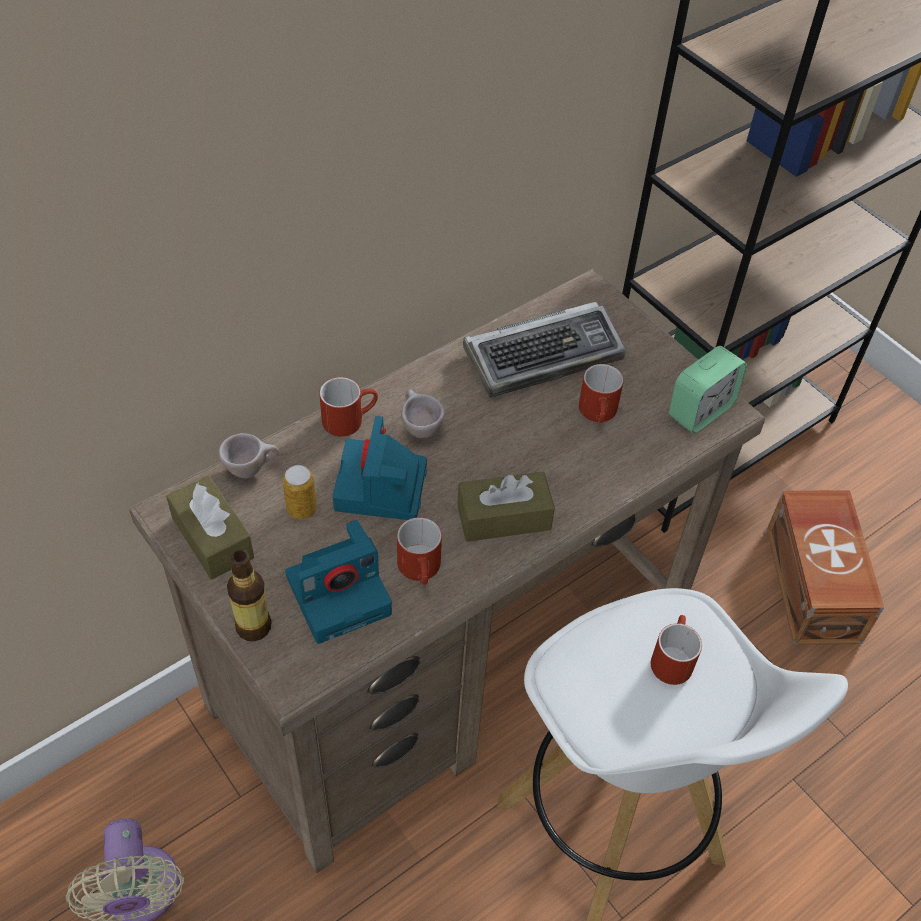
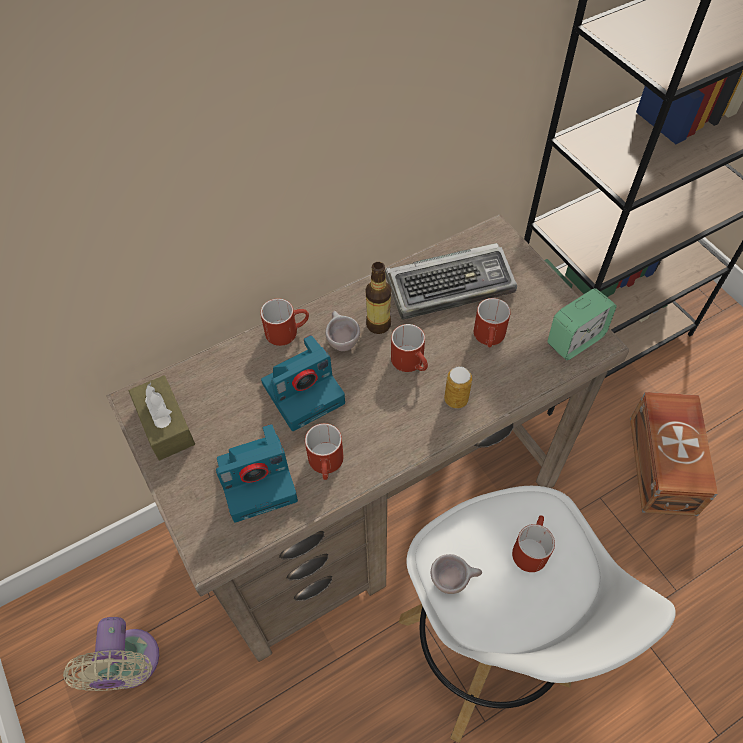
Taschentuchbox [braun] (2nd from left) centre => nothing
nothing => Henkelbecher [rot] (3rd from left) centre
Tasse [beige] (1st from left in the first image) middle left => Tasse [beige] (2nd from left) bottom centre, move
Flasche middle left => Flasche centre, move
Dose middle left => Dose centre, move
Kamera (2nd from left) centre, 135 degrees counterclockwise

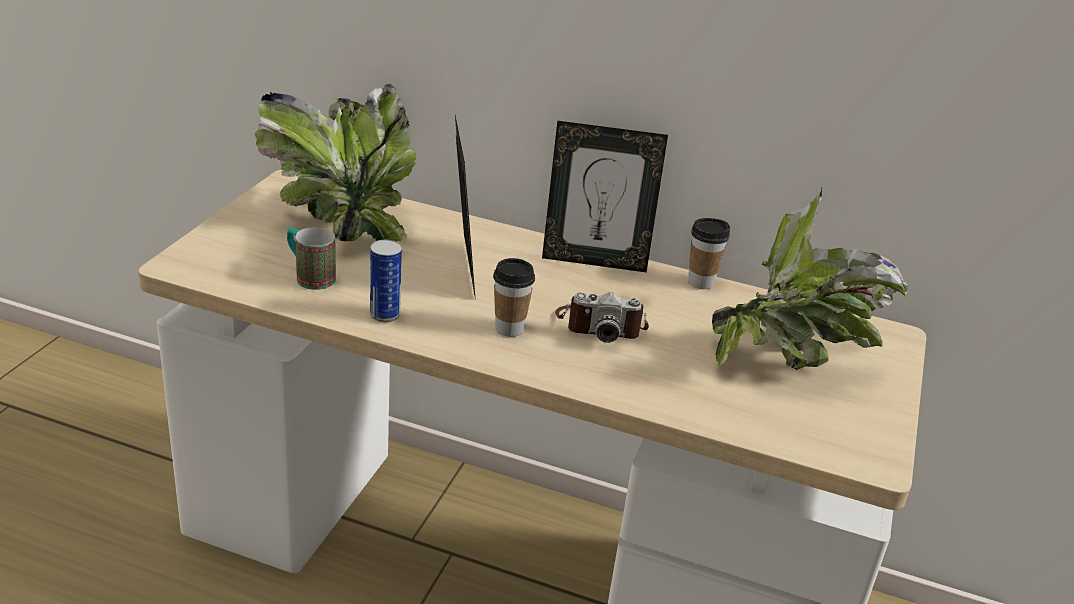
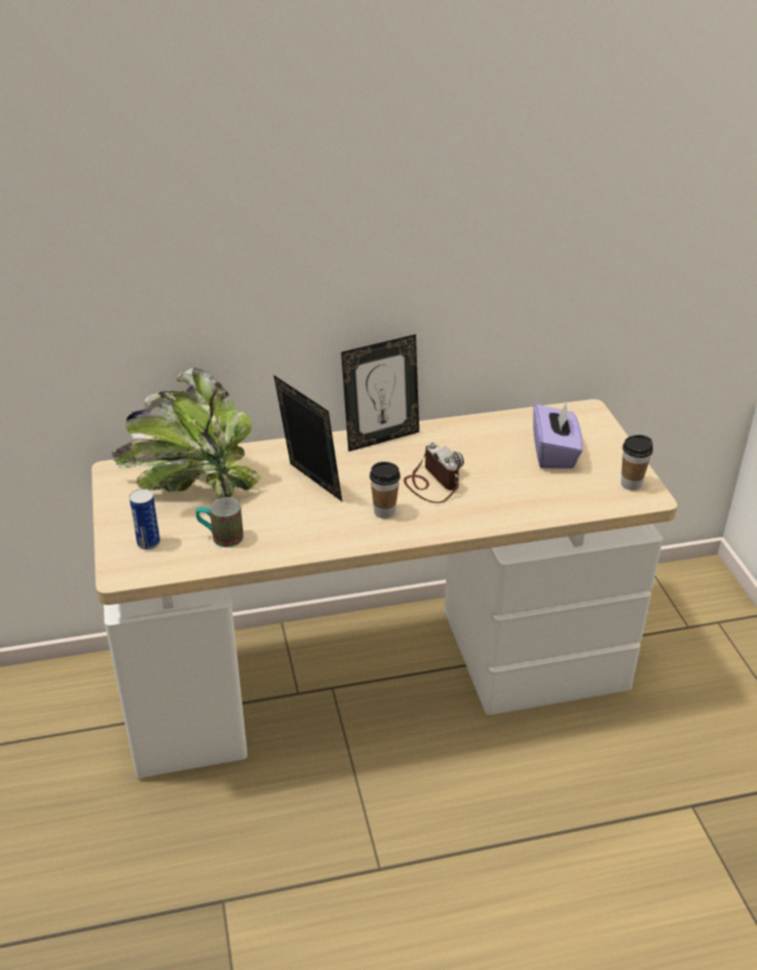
Dose centre => Dose middle left, move
Tasse (2nd from left) centre => Tasse (2nd from left) middle right, move
Topfpflanze (2nd from left) middle right => Taschentuchbox [lila] middle right
Kamera centre, 90 degrees counterclockwise

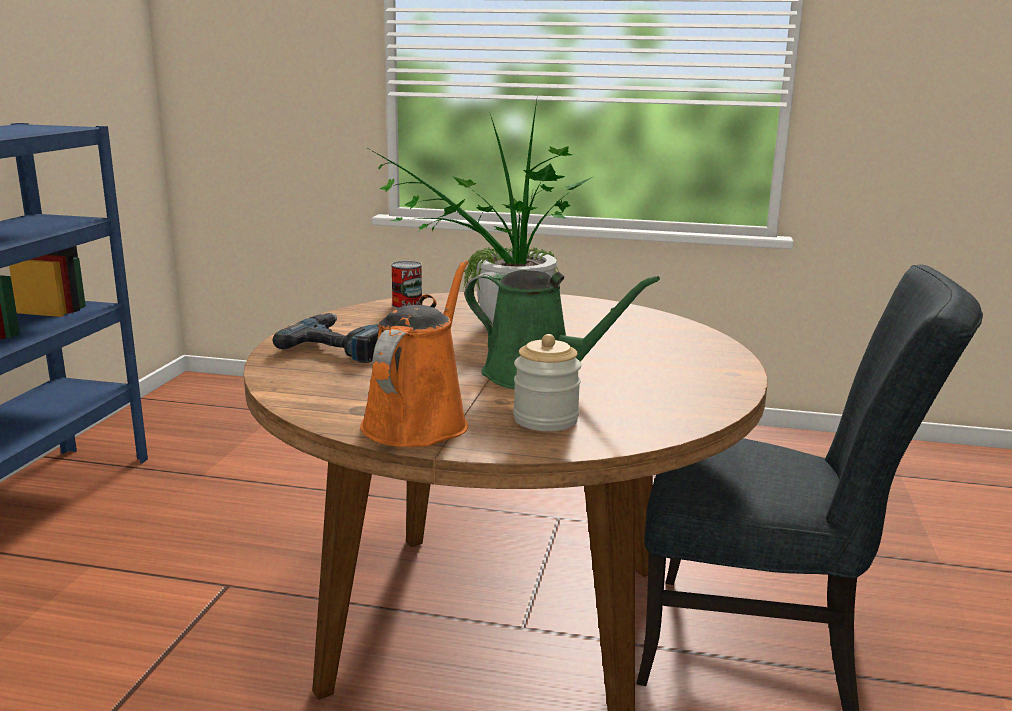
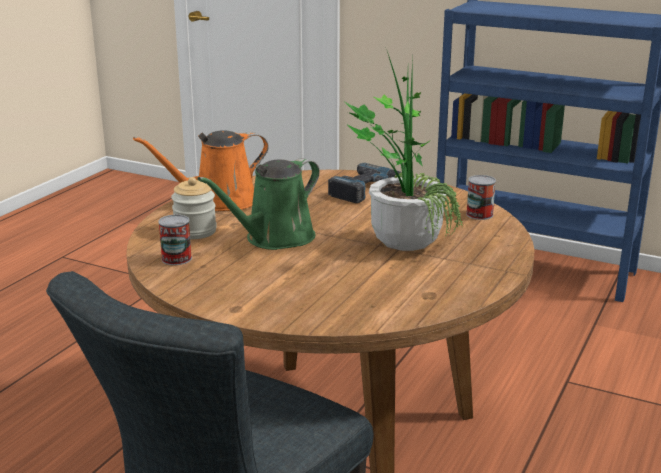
nothing => Dose (1st from left) middle left
Gießkanne [orange] centre => Gießkanne [orange] middle left, 120 degrees clockwise

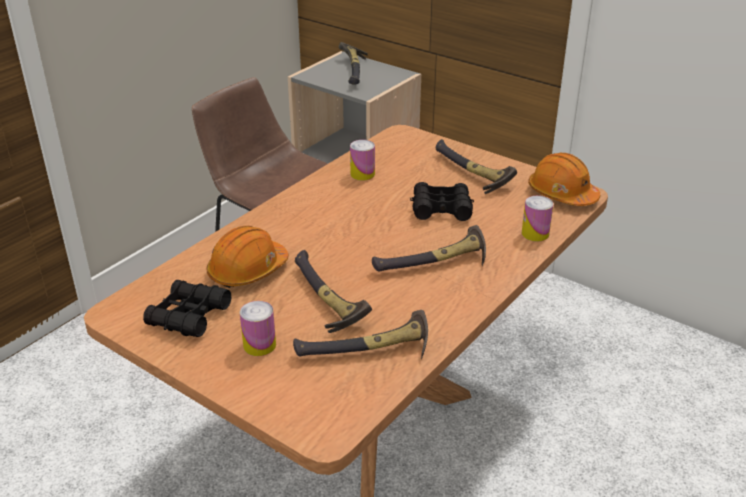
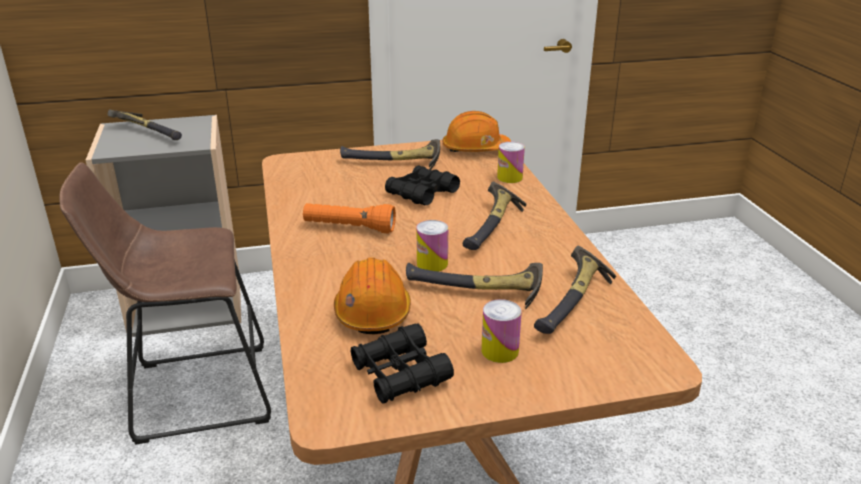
nothing => Taschenlampe [orange] centre
Dose (2nd from left in the first image) top centre => Dose (1st from left) centre, move

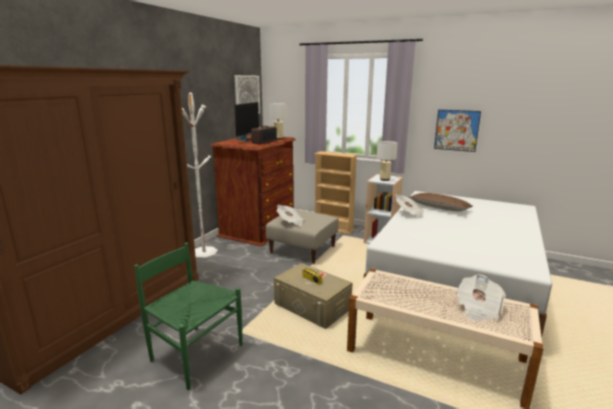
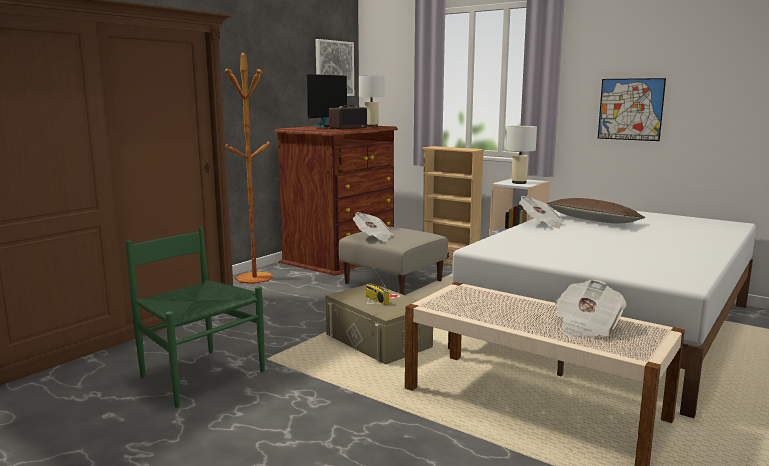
Kleiderständer [weiß] middle left => Kleiderständer [orange] middle left

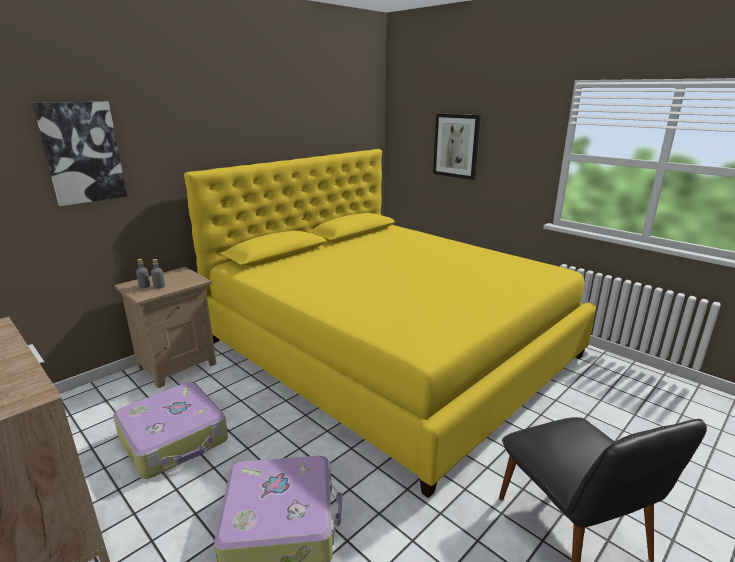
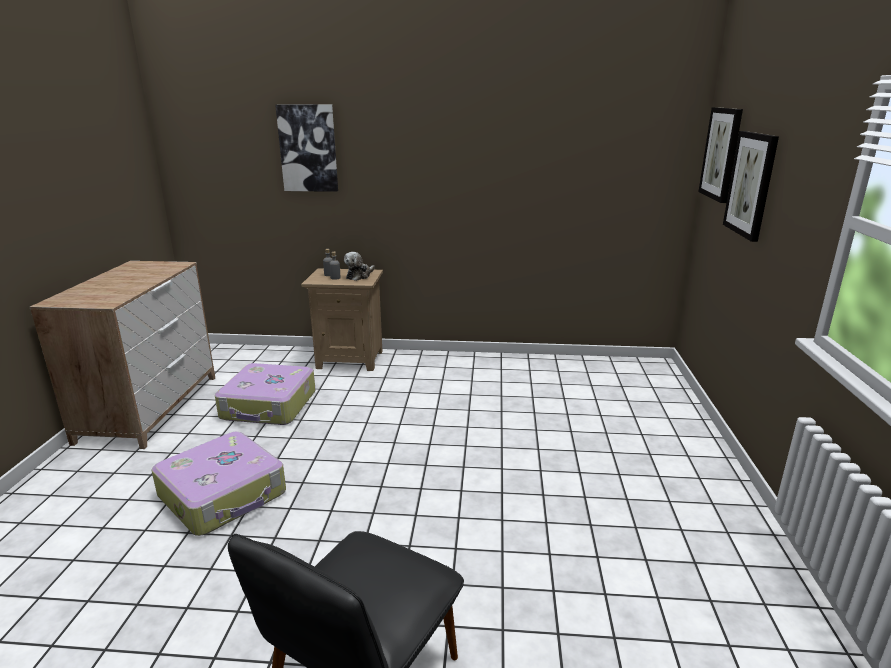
Bett [gelb] centre => nothing
nothing => Plüschtier centre
nothing => Bild (2nd from left) top right

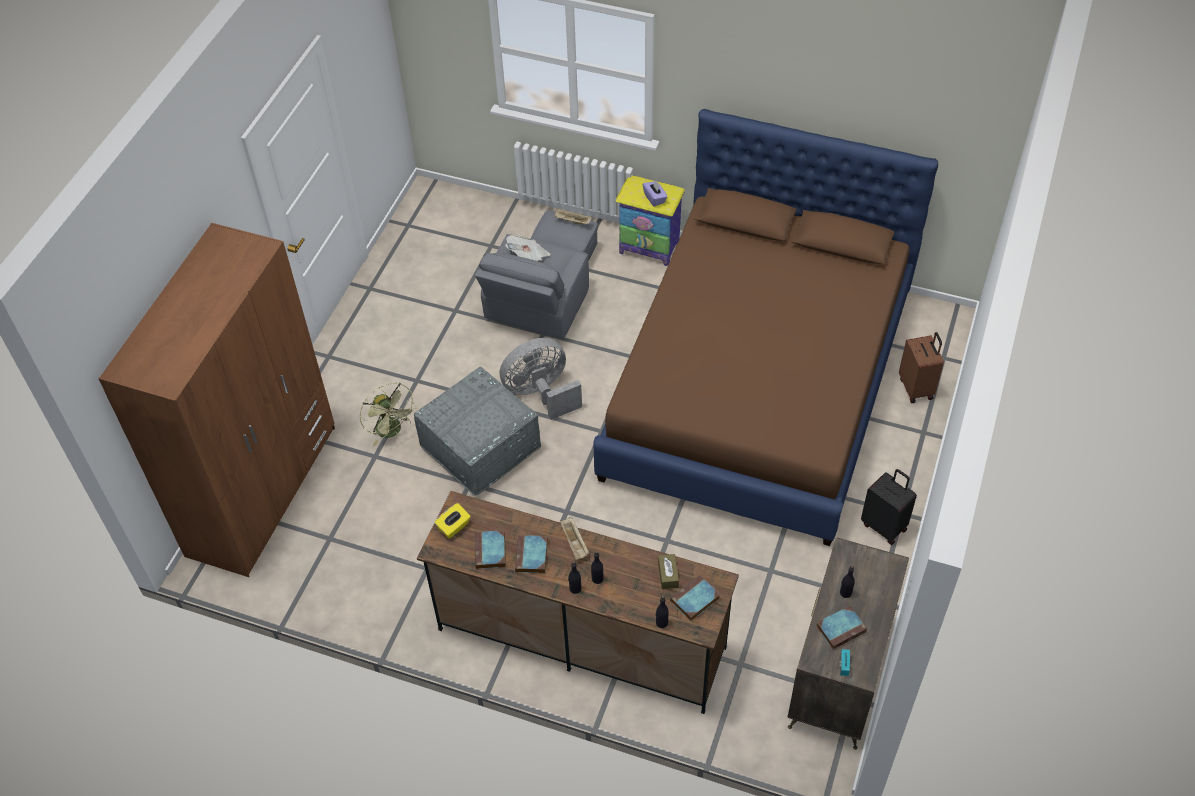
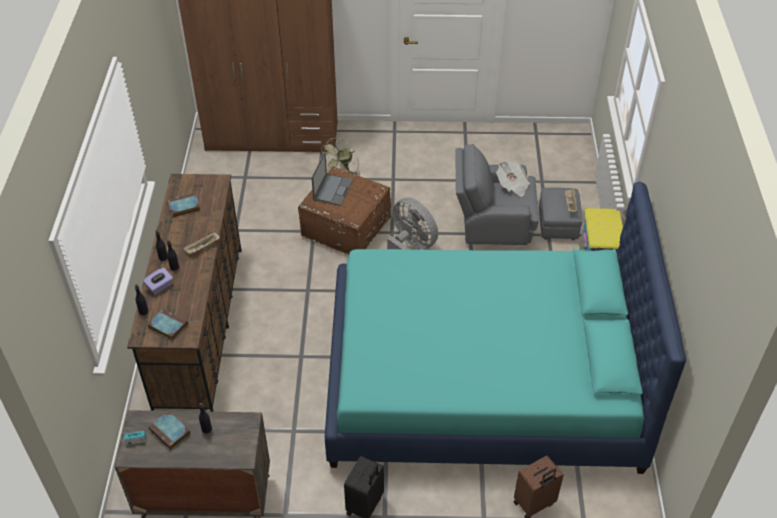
Taschentuchbox [gelb] centre => nothing
Buch (2nd from left) bottom centre => nothing
Taschentuchbox [braun] bottom centre => nothing
nothing => Laptop centre
Taschentuchbox [lila] top centre => Taschentuchbox [lila] middle left, move
Polsterhocker [grau] centre => Polsterhocker [braun] centre
Bett [braun] centre => Bett [türkis] centre

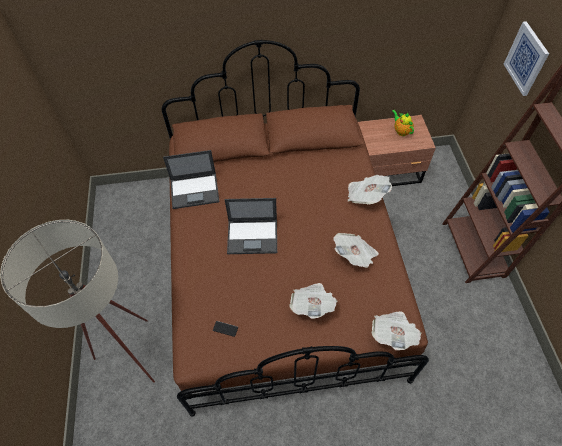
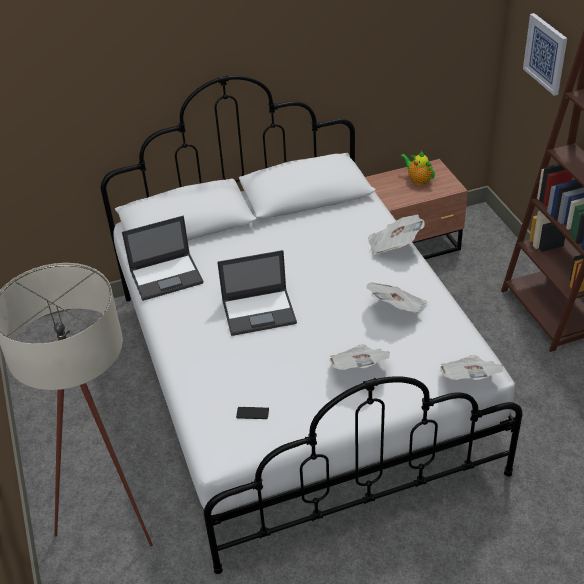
Bett [braun] centre => Bett [weiß] centre

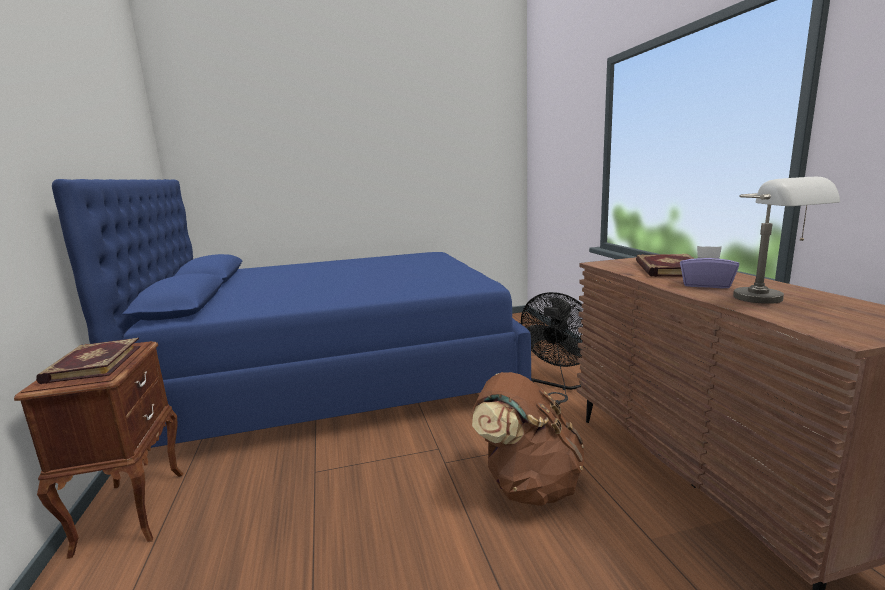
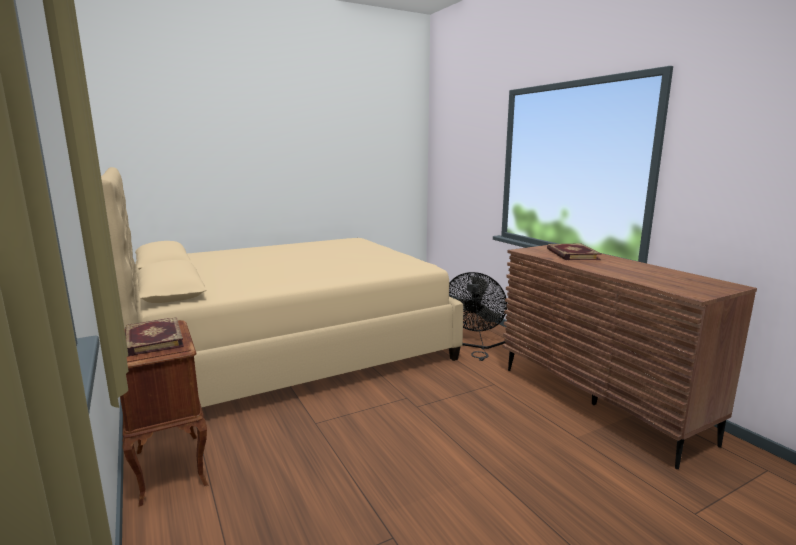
Rucksack [braun] bottom centre => nothing
Taschentuchbox [lila] middle right => nothing
Tischlampe [grau] middle right => nothing
Bett [blau] middle left => Bett [beige] centre

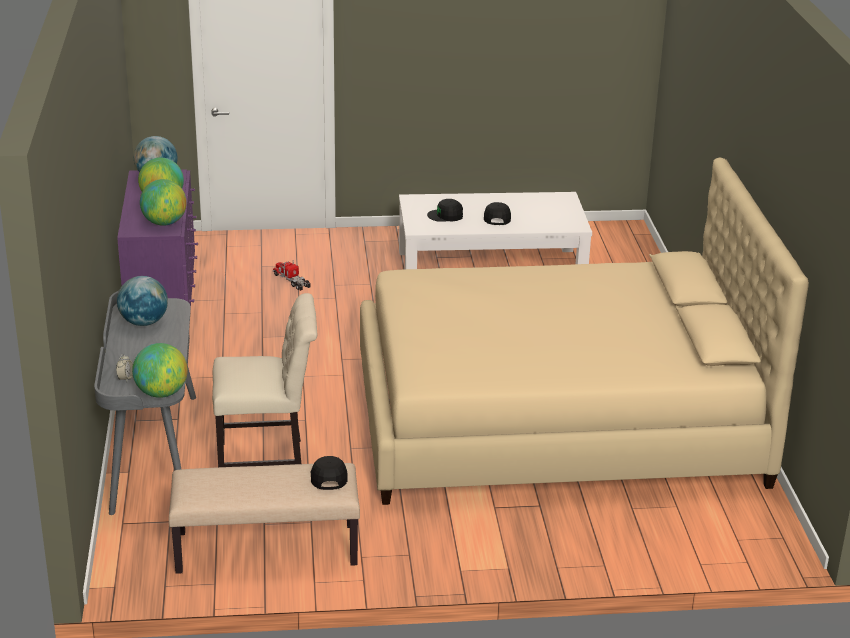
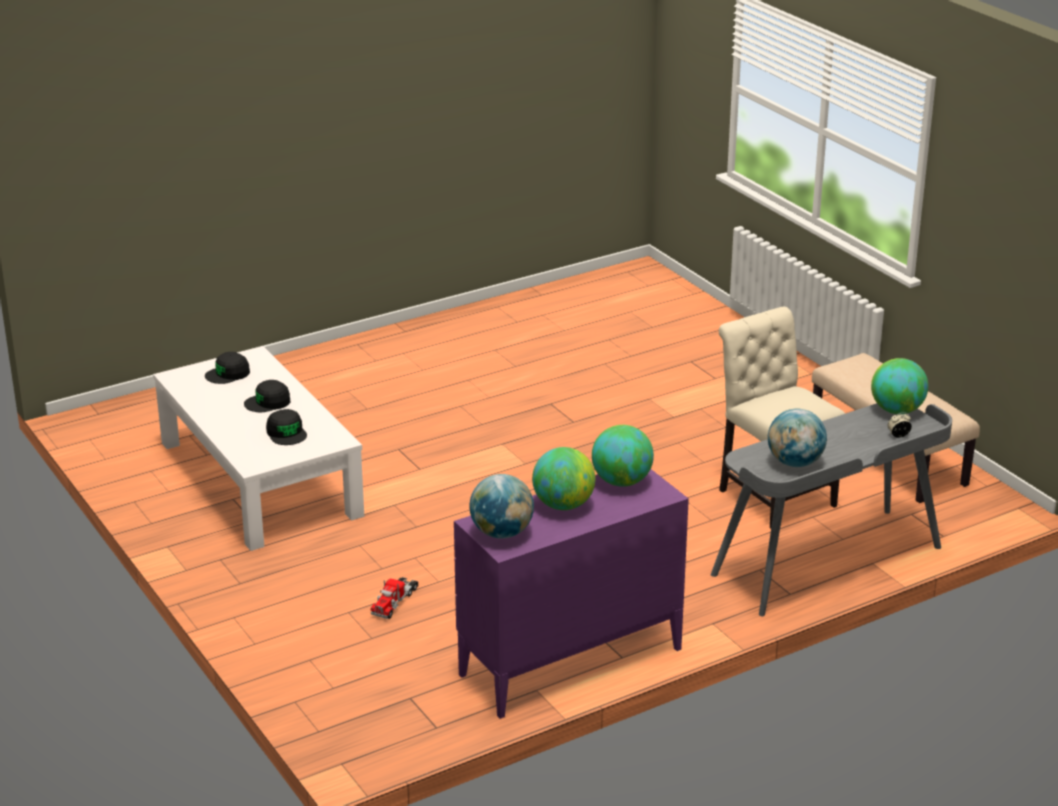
Bett [beige] middle right => nothing
Kappe [schwarz] (1st from left) bottom centre => Kappe [schwarz] (1st from left) middle left, move

